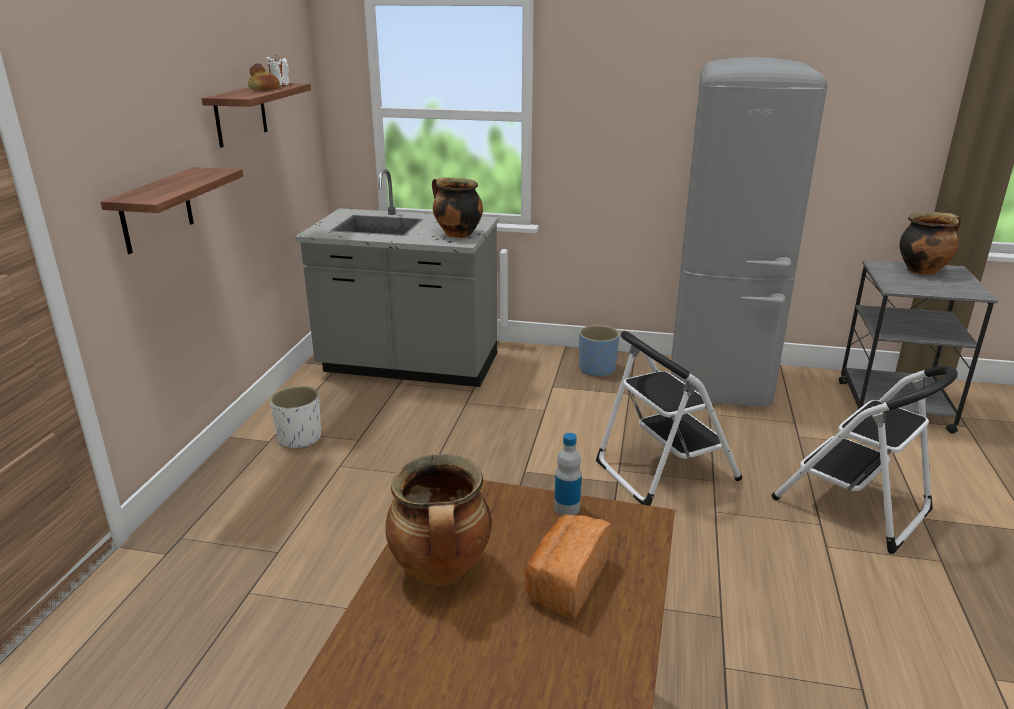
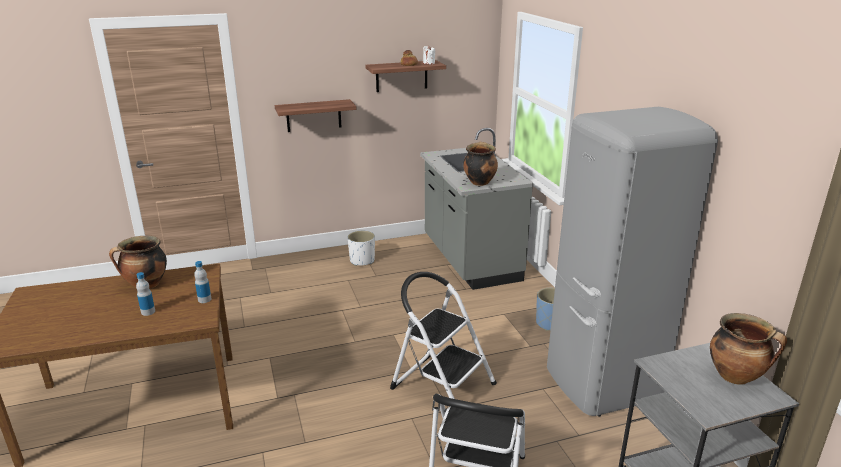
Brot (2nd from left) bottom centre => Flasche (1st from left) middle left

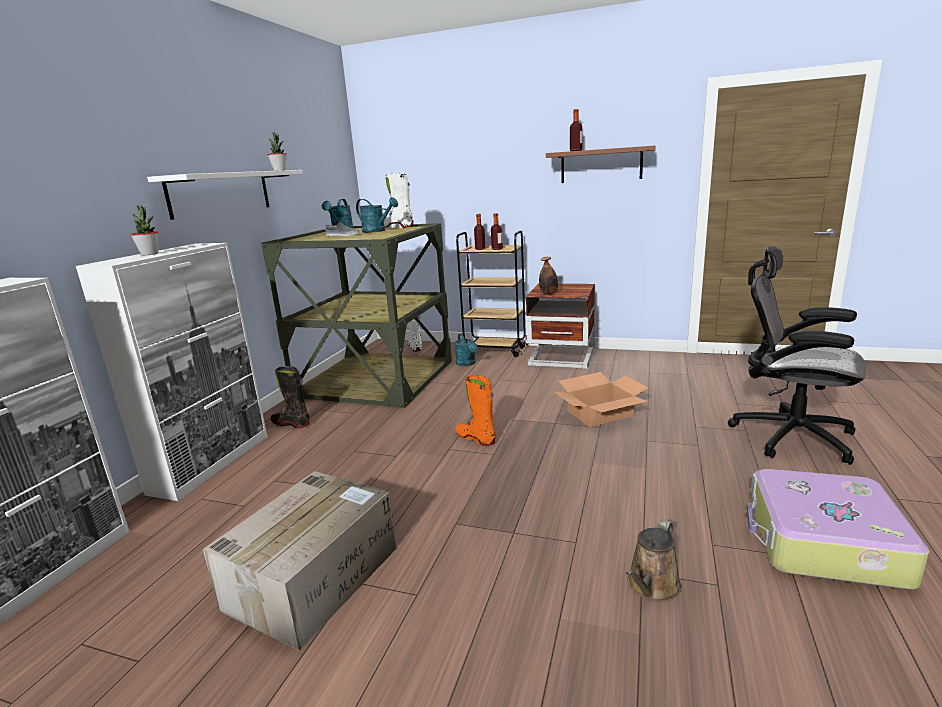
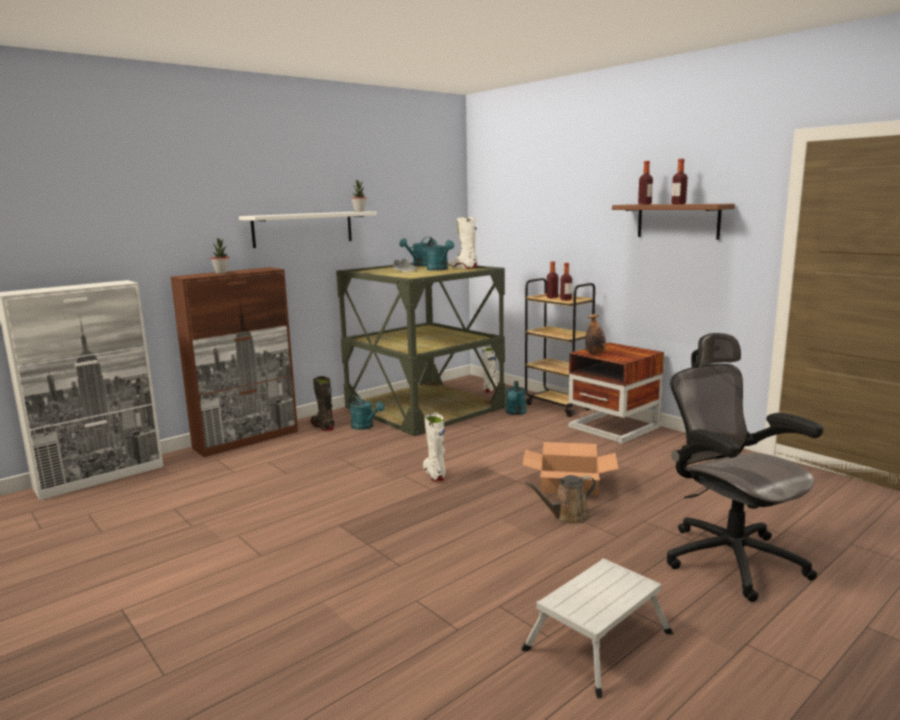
Karton (1st from left) bottom left => nothing
nothing => Gießkanne [türkis] (1st from left) centre
nothing => Flasche (5th from left) top right
Gießkanne [braun] bottom right => Gießkanne [braun] bottom centre, move
Koffer bottom right => Trittleiter [weiß] bottom centre
Schrank [weiß] (2nd from left) middle left => Schrank [braun] middle left
Stiefel [orange] centre => Stiefel [weiß] (1st from left) centre

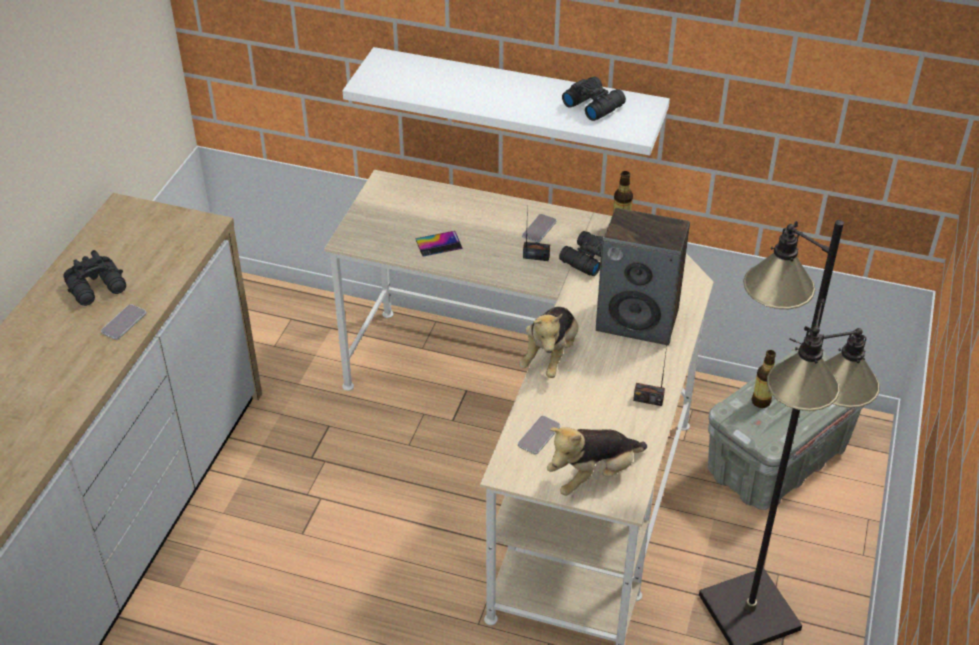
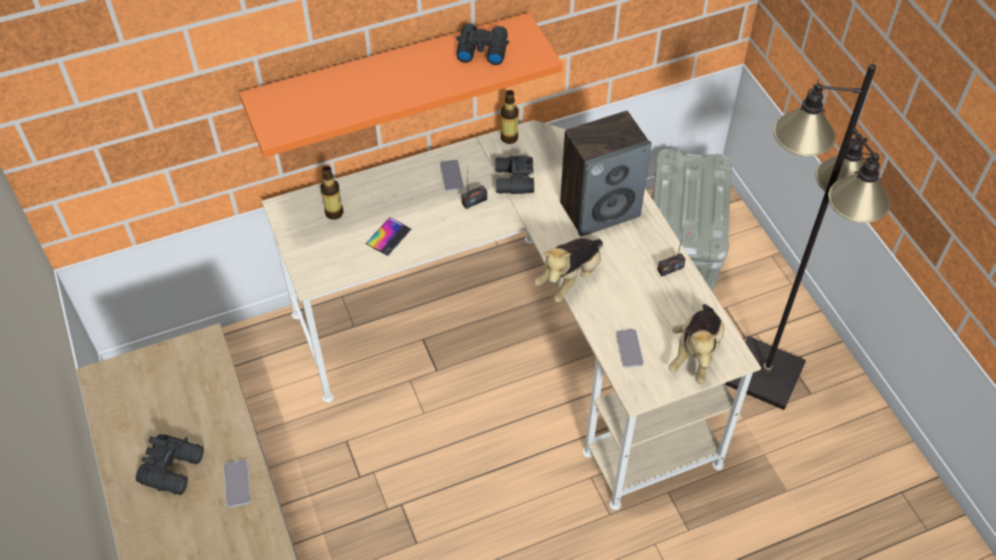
Flasche (2nd from left in the first image) middle right => Flasche (1st from left) middle left, move
Wandregal [weiß] top centre => Wandregal [orange] top centre
Plüschtier (1st from left) centre, 60 degrees clockwise

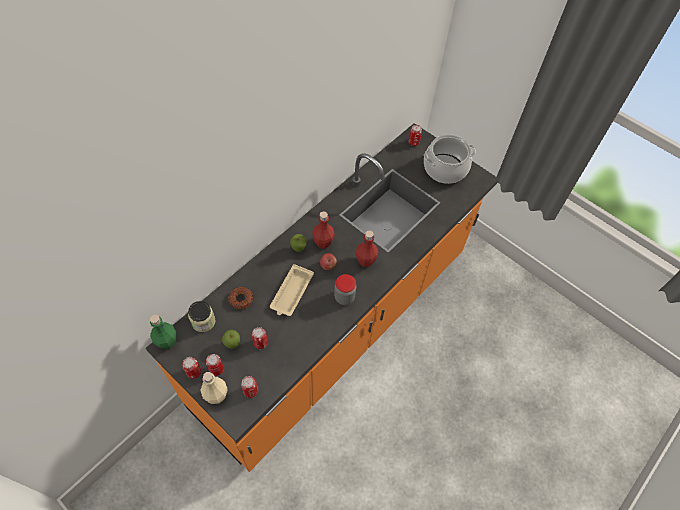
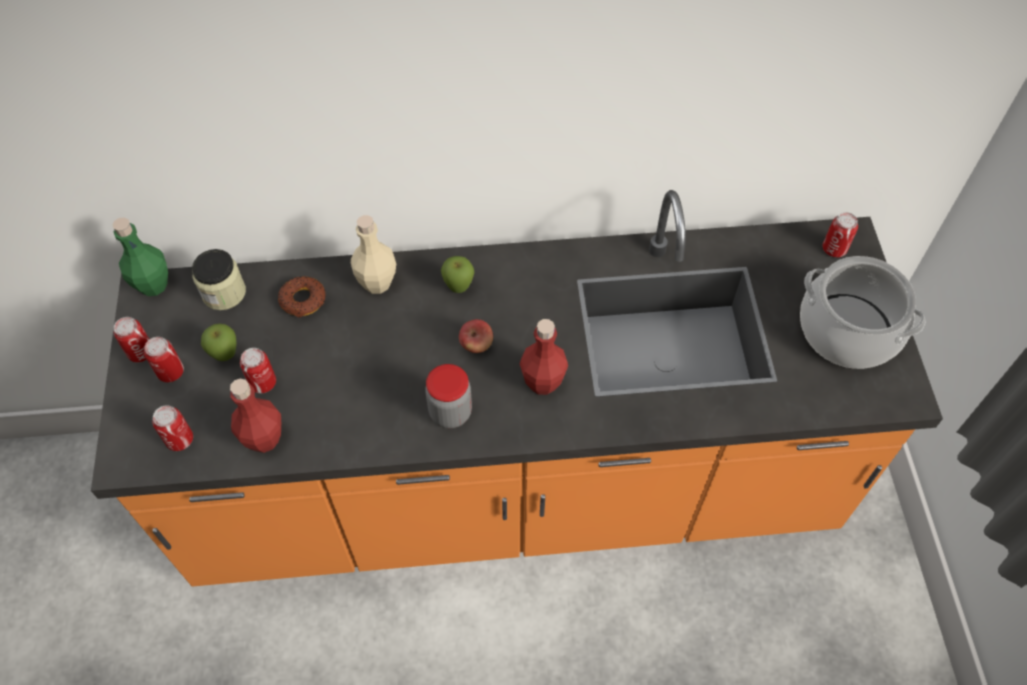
Tablett [beige] centre => nothing
Flasche [beige] bottom left => Flasche [beige] centre, move
Flasche [rot] (1st from left) centre => Flasche [rot] (1st from left) middle left, move

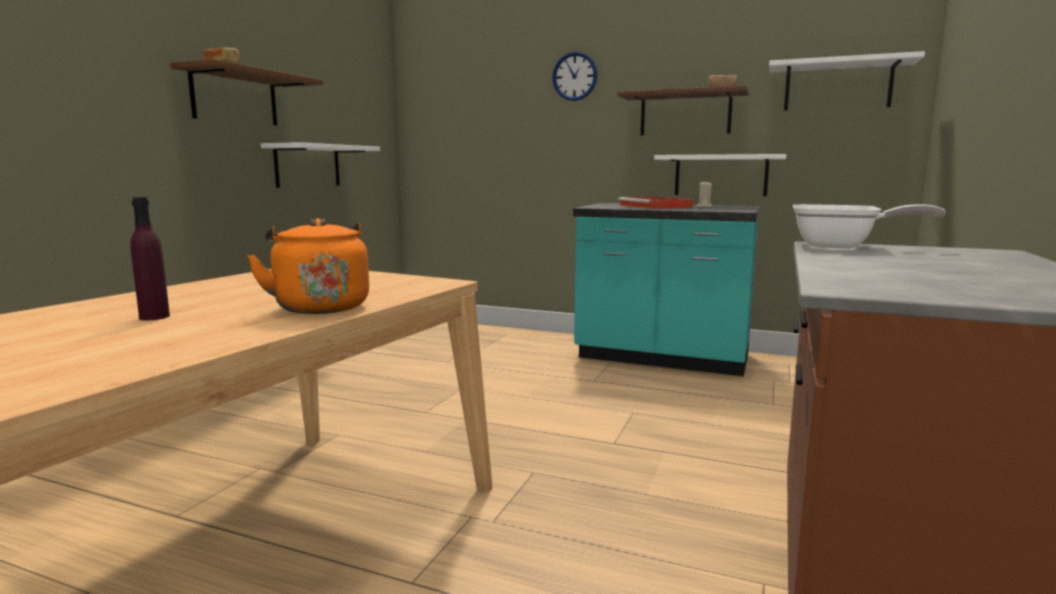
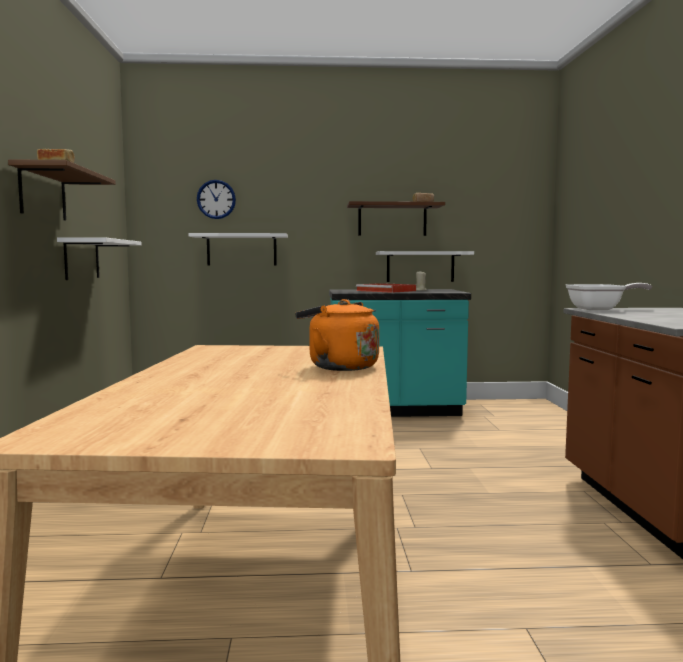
Flasche [lila] middle left => nothing
Wanduhr top centre => Wanduhr top left, move
Wandregal [weiß] (3rd from left in the first image) top right => Wandregal [weiß] (2nd from left) centre, move

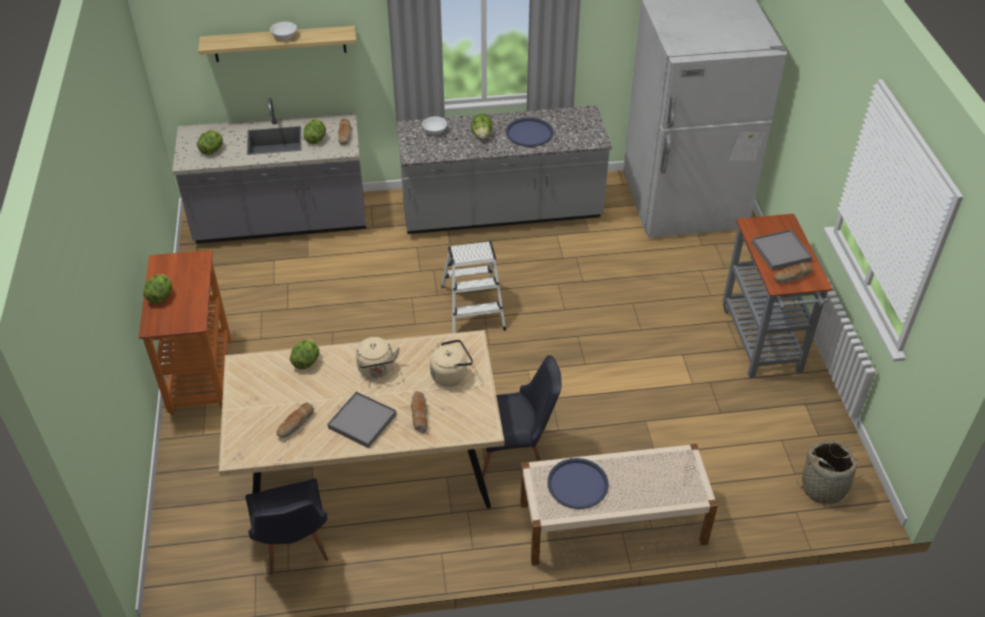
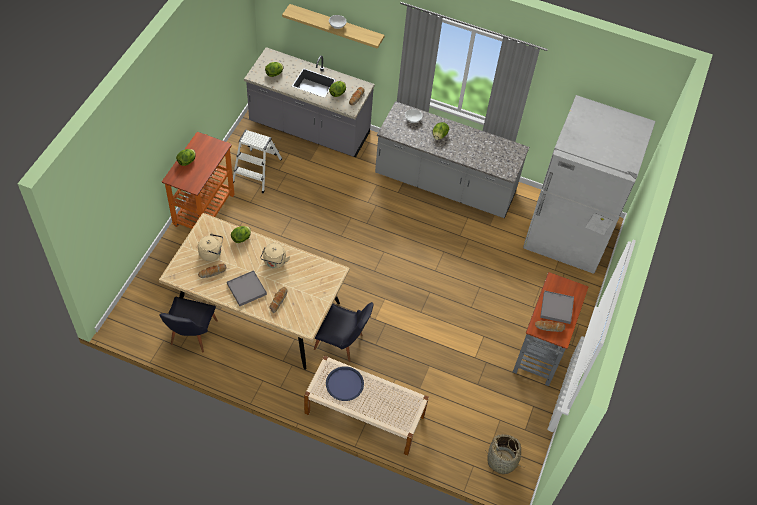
Tablett [blau] (1st from left) top centre => nothing
Wasserkessel [beige] (2nd from left in the first image) centre => Wasserkessel [beige] (1st from left) middle left, move
Trittleiter [weiß] centre => Trittleiter [weiß] top centre, move

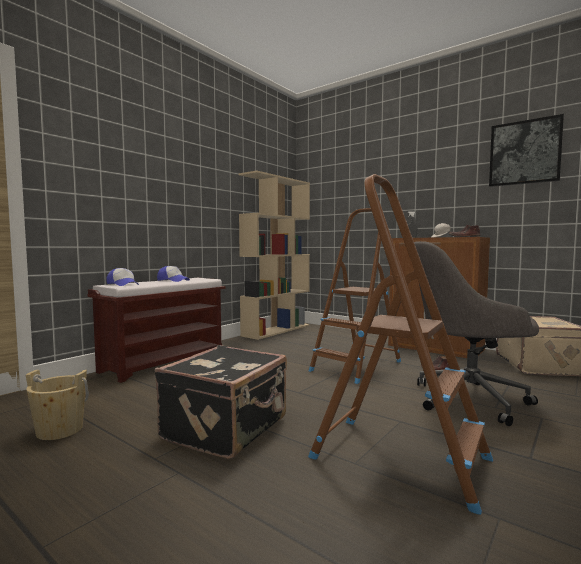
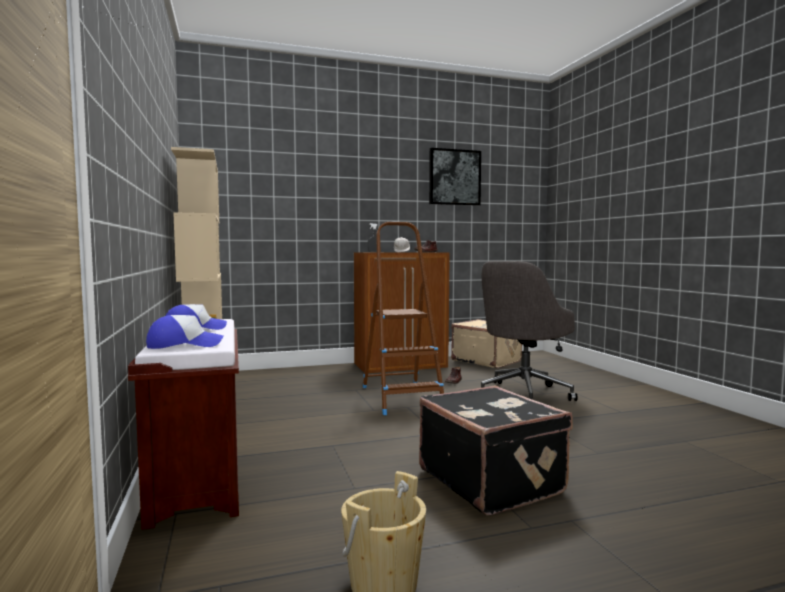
Trittleiter [braun] (2nd from left) middle right => nothing

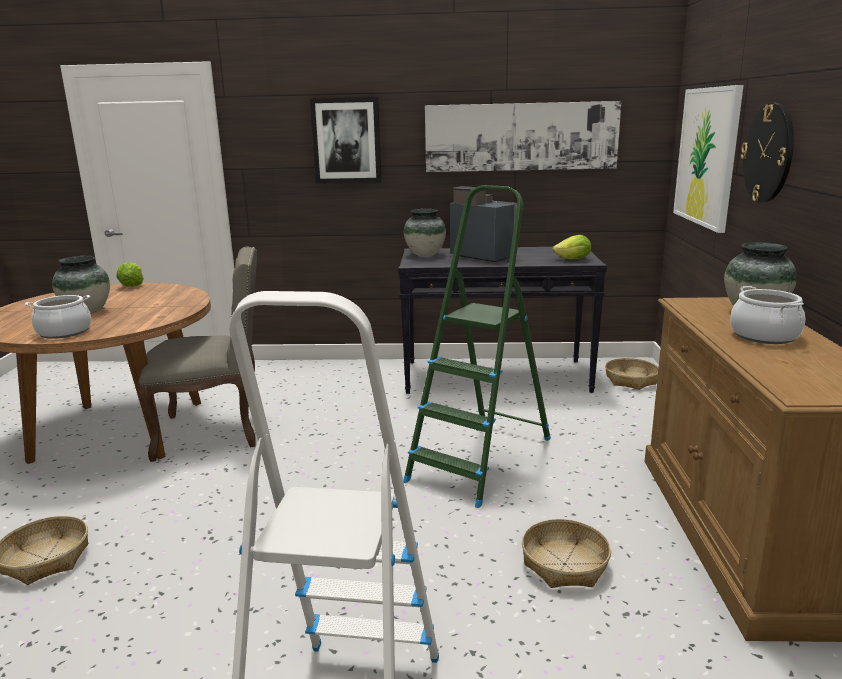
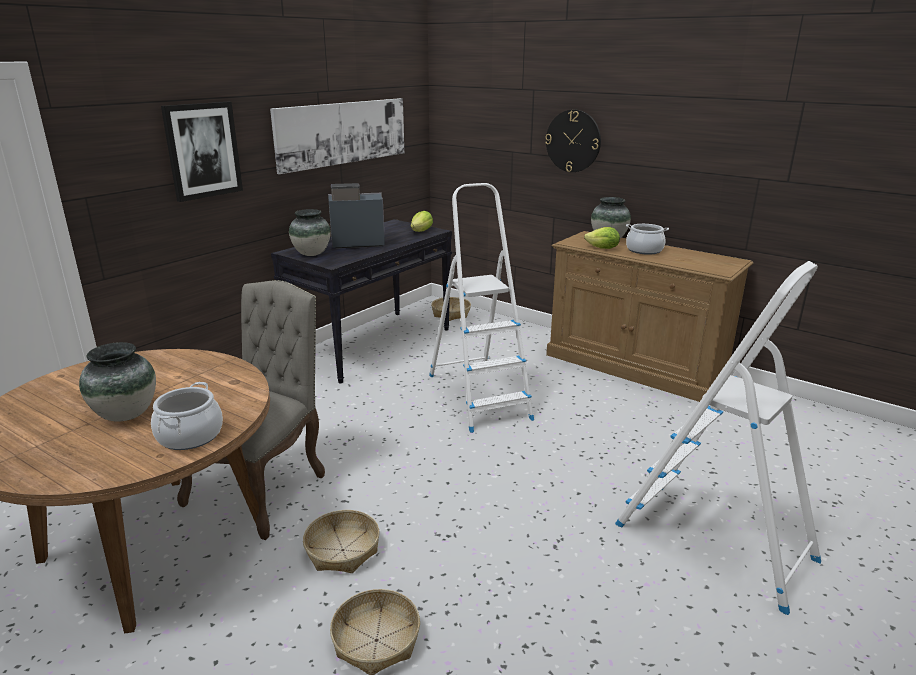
Bild (3rd from left) top right => nothing
Salatkopf (1st from left in the first image) middle left => Salatkopf (2nd from left) centre, move
Korb (2nd from left in the first image) bottom right => Korb (1st from left) bottom centre, move
Trittleiter [grün] centre => Trittleiter [weiß] (1st from left) centre

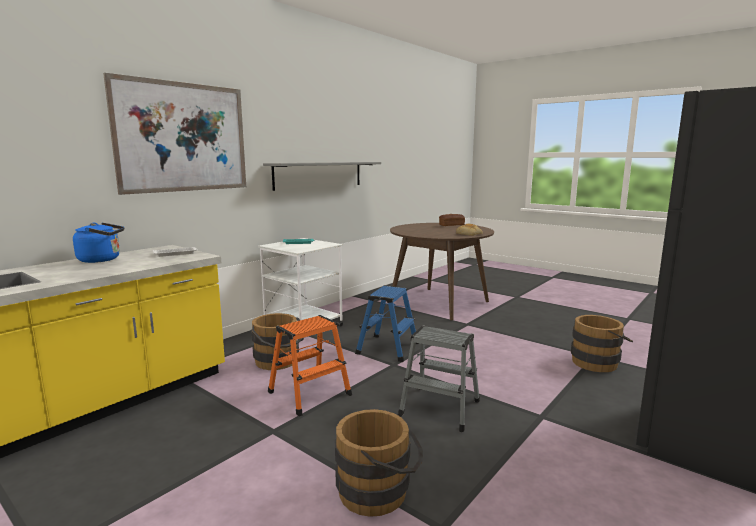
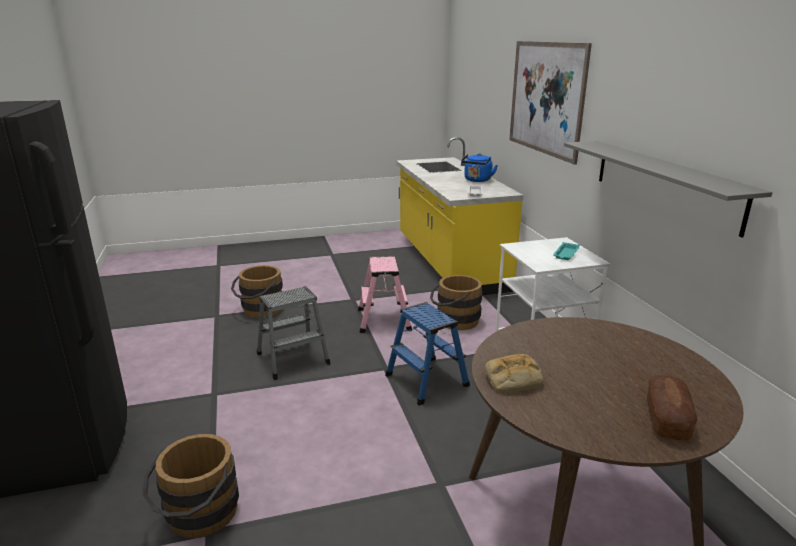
Trittleiter [orange] bottom centre => Trittleiter [rosa] centre

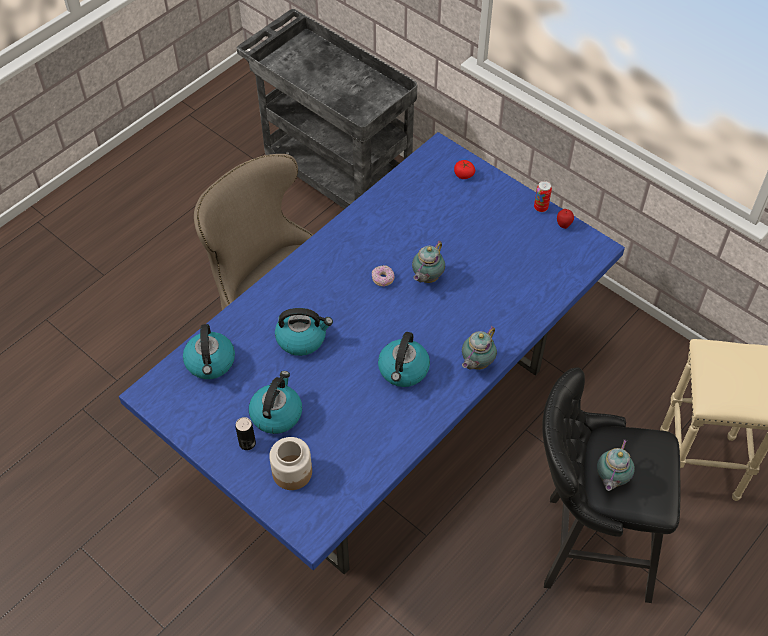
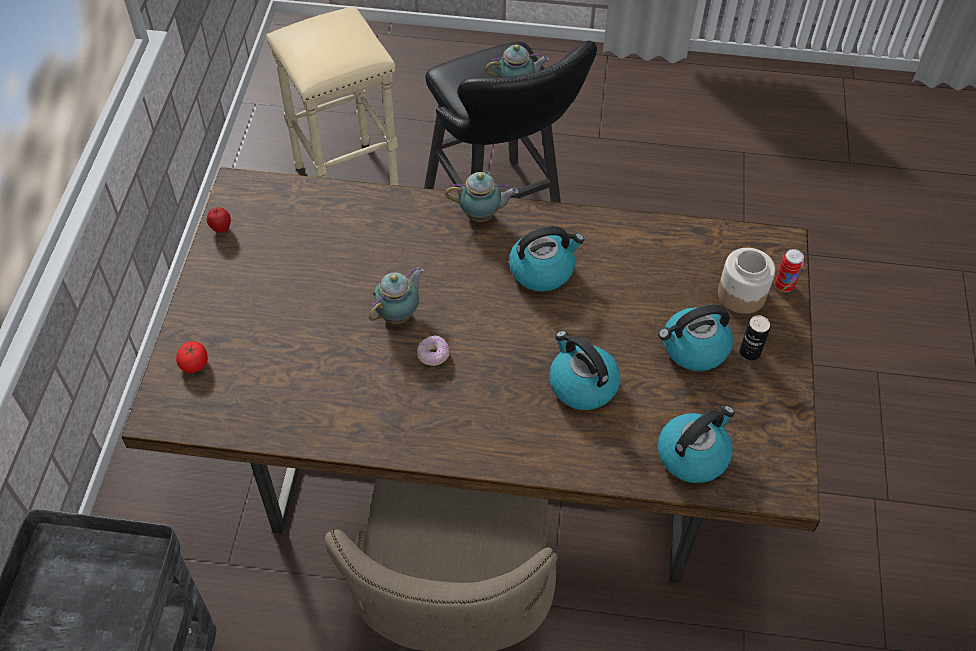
Dose (2nd from left) top right => Dose (2nd from left) middle right, move
Esstisch [blau] centre => Esstisch [braun] centre
Teekanne (1st from left) centre, 45 degrees counterclockwise

